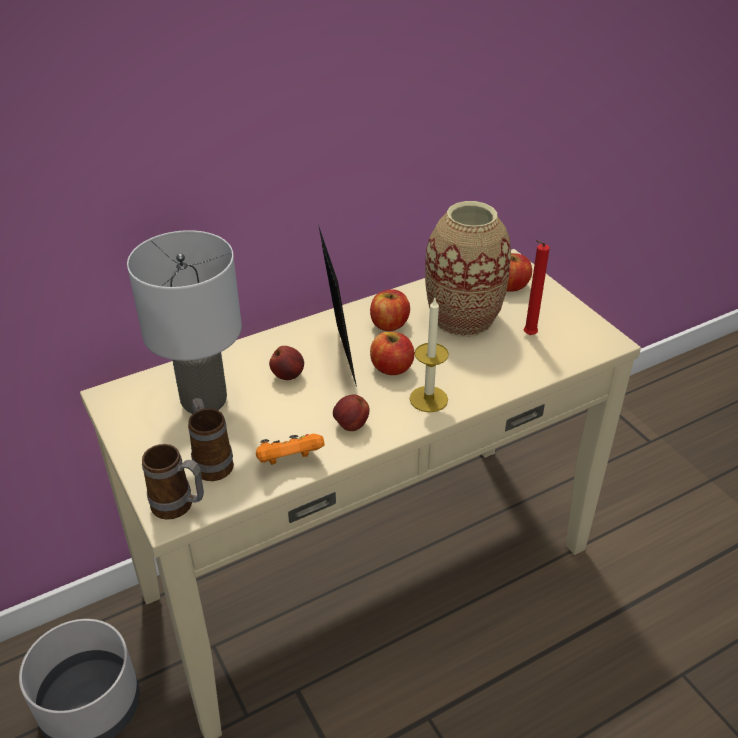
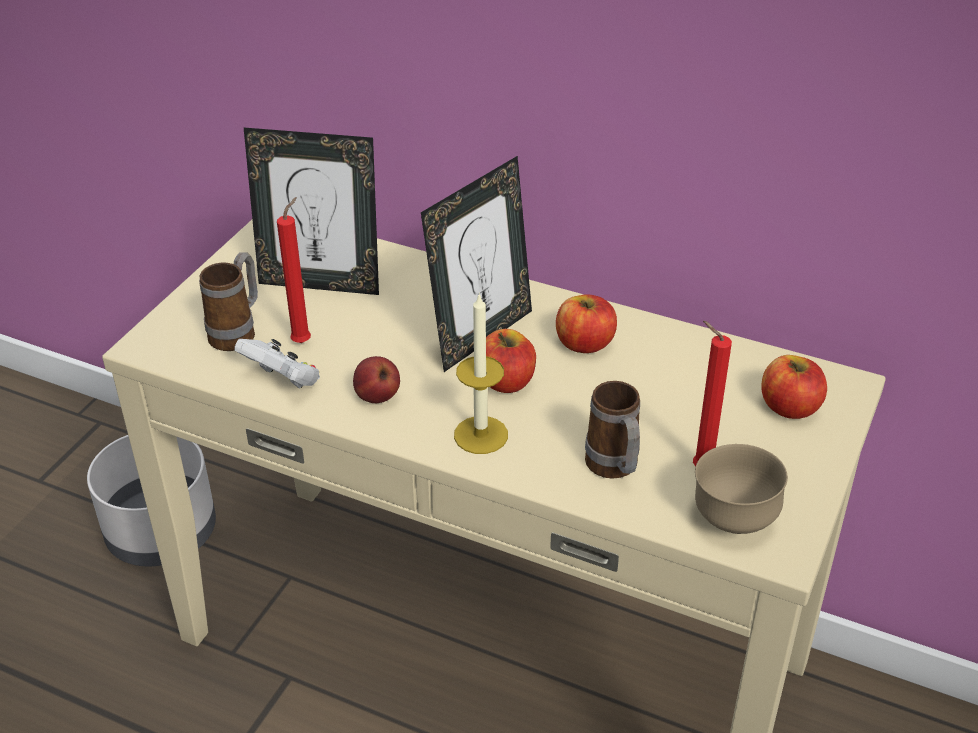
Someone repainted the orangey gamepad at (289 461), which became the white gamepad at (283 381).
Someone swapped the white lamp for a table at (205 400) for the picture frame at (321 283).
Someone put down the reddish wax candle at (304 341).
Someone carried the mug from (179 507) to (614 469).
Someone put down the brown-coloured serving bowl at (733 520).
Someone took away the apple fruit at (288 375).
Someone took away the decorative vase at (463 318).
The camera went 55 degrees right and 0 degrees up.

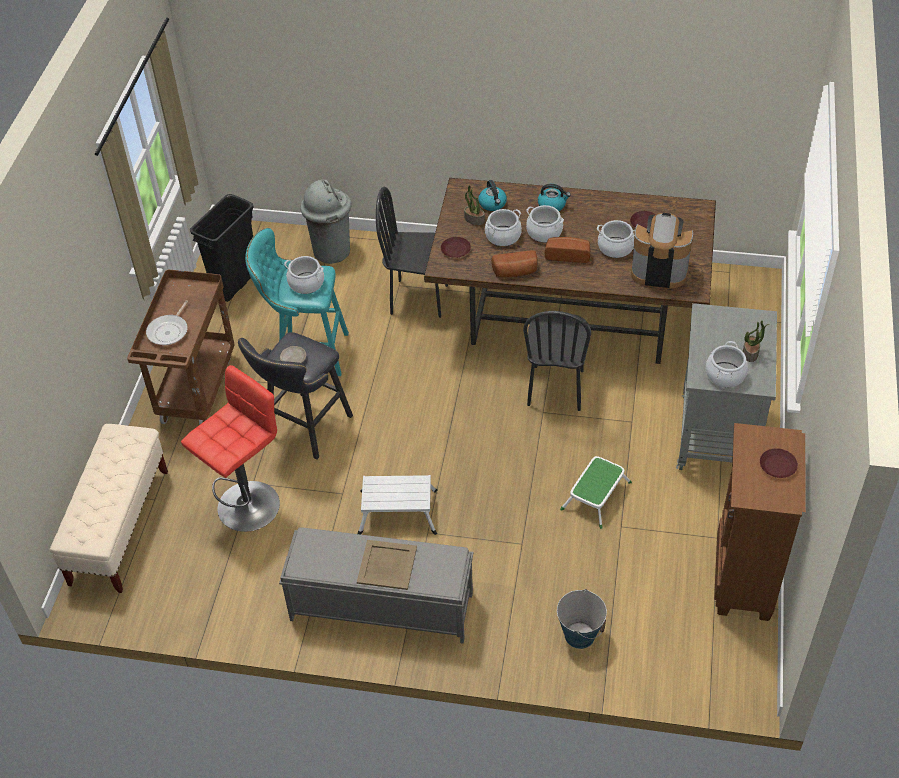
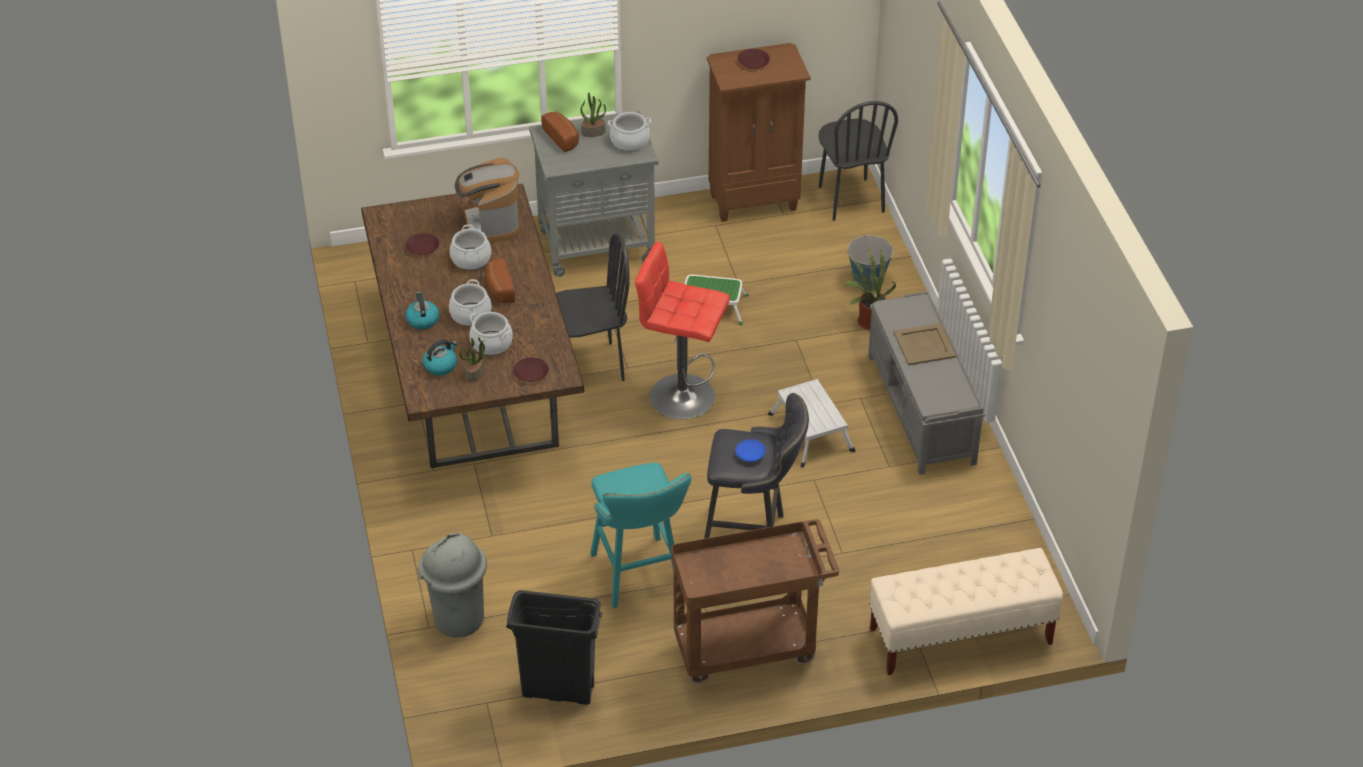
Someone carried the bakery bread from (515 272) to (563 138).
Someone carried the reddish sitting stool from (249 506) to (681 396).
Someone repainted the sand-coloured plate at (293 359), which became the bluish plate at (750 454).
Someone carried the blackish upright chair from (419 299) to (850 199).
Someone put down the potted plant at (868 322).
Someone took away the pan at (169 331).
Someone took away the cooking pot at (306 283).
The camera went 115 degrees left and 5 degrees down.

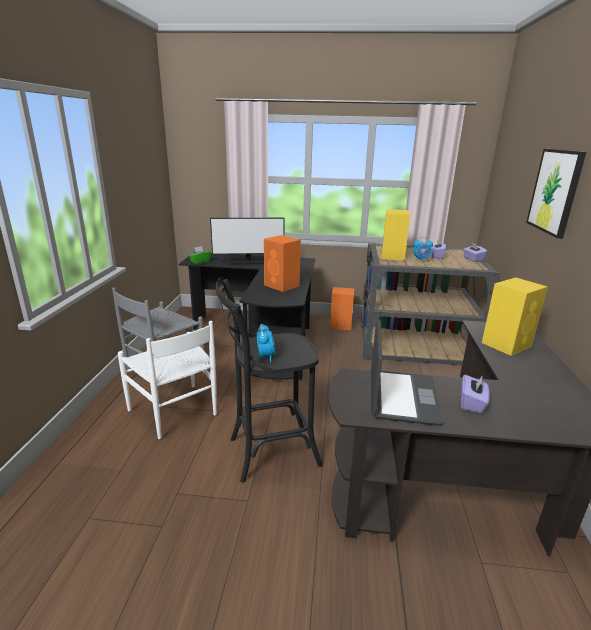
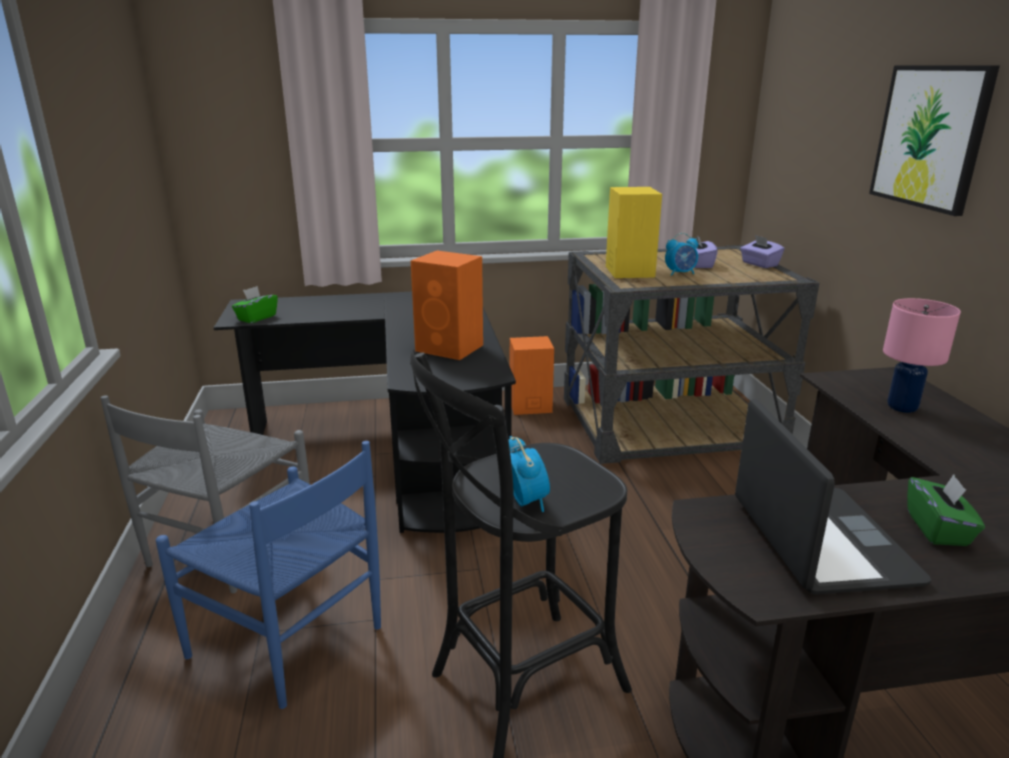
Someone repainted the white upright chair at (175 412), which became the bluish upright chair at (292 639).
Someone swapped the yellow-coloured loudspeaker at (507 344) for the pink lamp for a table at (901 407).
Someone repainted the purplish tissue holder at (472 403), which became the greenish tissue holder at (938 529).
Someone took away the monitor at (248 262).
The camera went 15 degrees left and 0 degrees up.

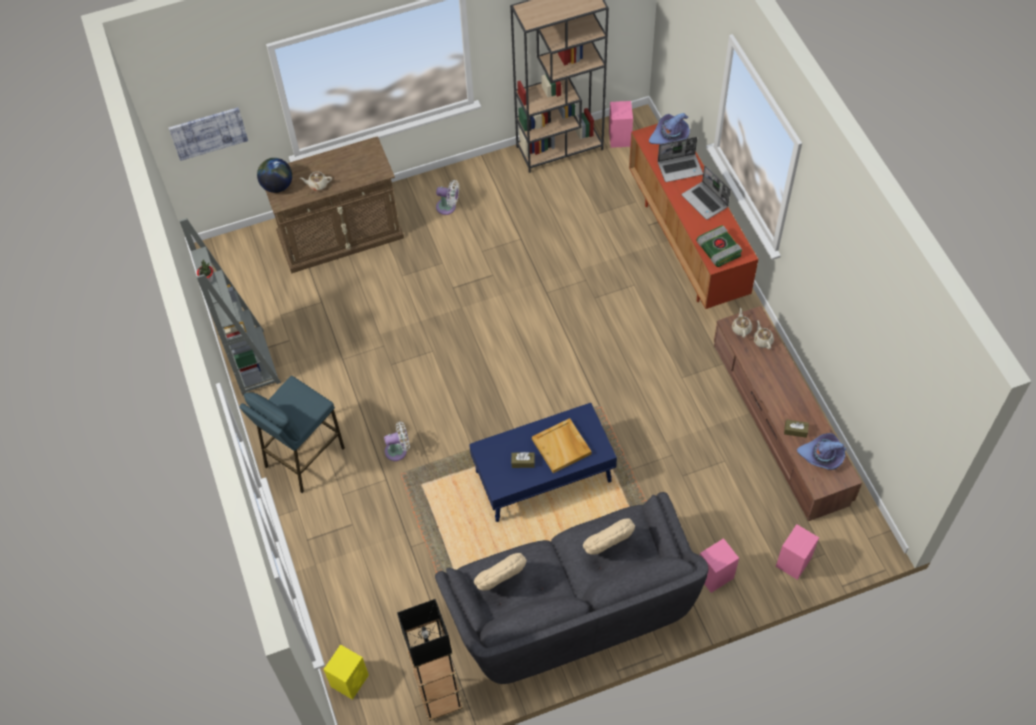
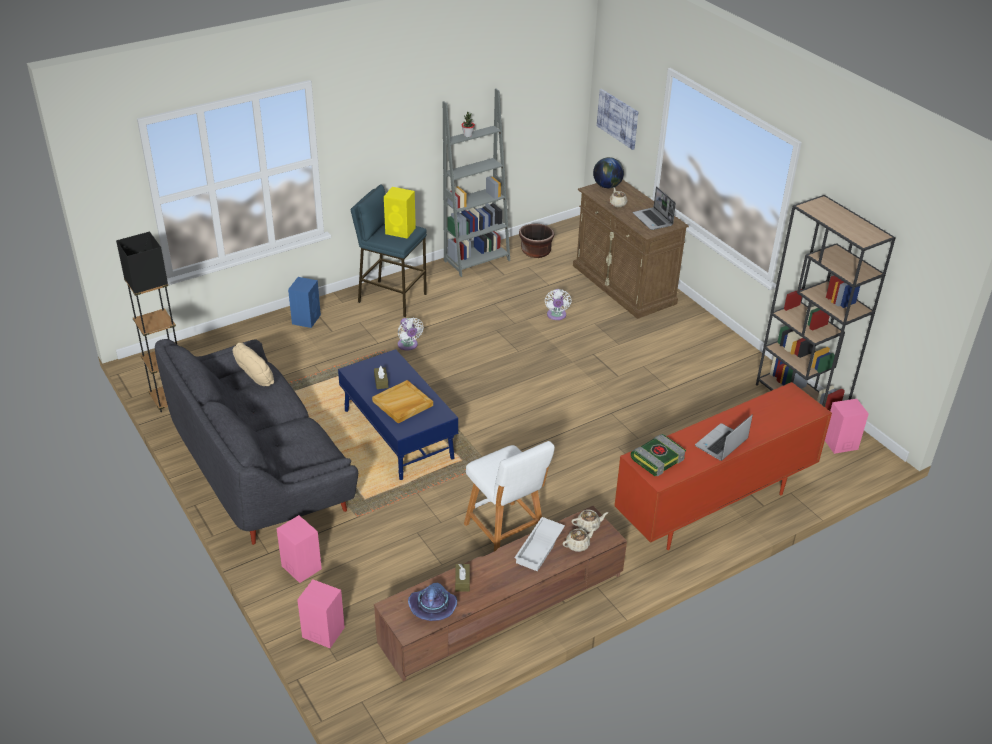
Someone put down the bluish loudspeaker at (306 319).
Someone carried the yellow-coloured loudspeaker from (350 680) to (401 231).
Someone put down the white sitting stool at (506 533).
Someone put down the white tray at (540 548).
Someone put down the brown-coloured flower pot at (535 252).
Someone carried the white cooling fan from (448 207) to (556 316).
Someone carried the laptop from (680 168) to (653 220).
Someone took away the sand-coloured cushion at (608 547).
Someone took away the purplish hat at (670 136).
The camera went 75 degrees right and 20 degrees down.

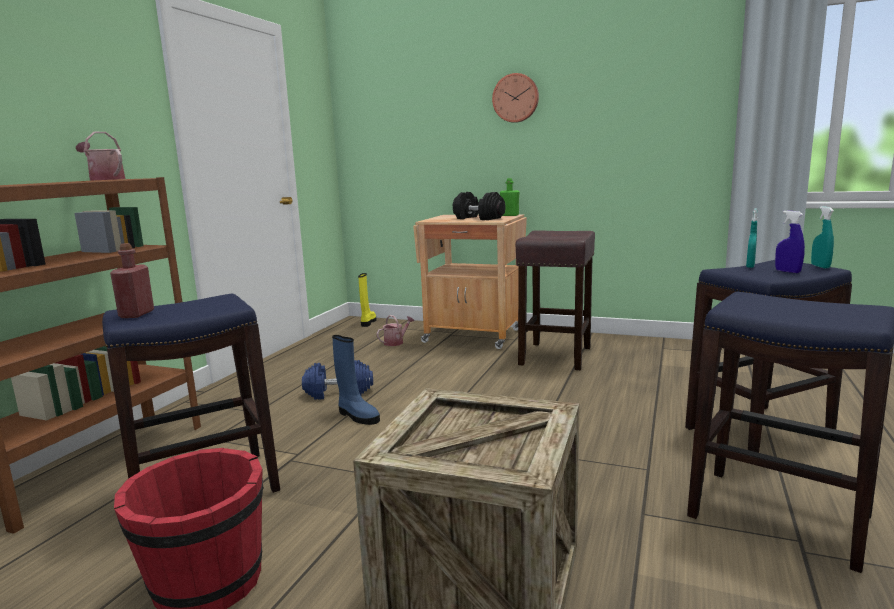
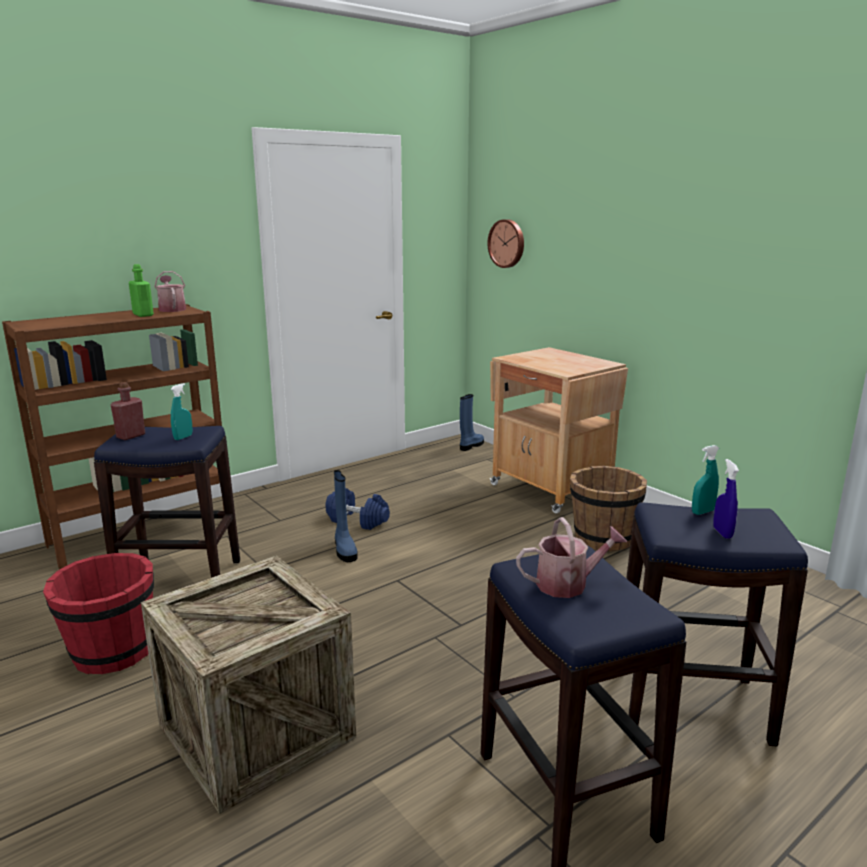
Someone carried the greenish bottle from (509 215) to (143 315).
Someone carried the blue-green sprayer from (820 266) to (183 437).
Someone repainted the yellow-coloured tall boot at (368 322), which became the bluish tall boot at (471 446).
Someone carried the hanging clock from (516 98) to (507 243).
Someone carried the sprinkling can from (396 342) to (568 584).
Someone swapped the brown-coloured sitting stool at (555 355) for the brown-coloured pail at (603 538).
Someone took away the blackish dumbbell at (478 218).
The camera went 30 degrees right and 5 degrees up.

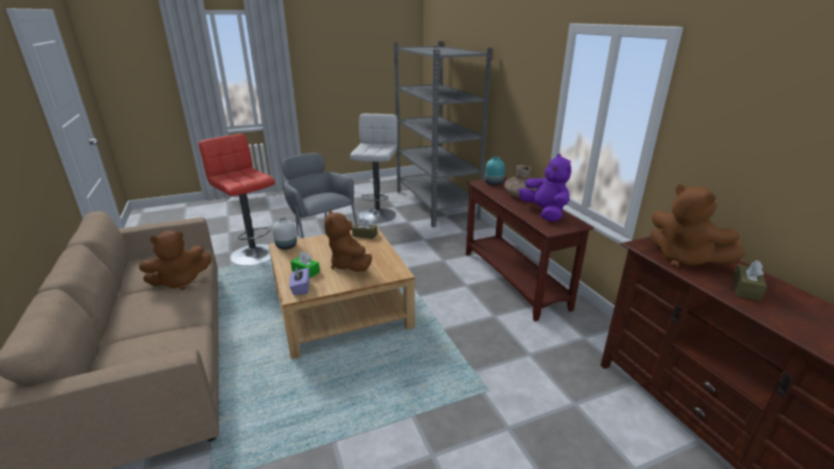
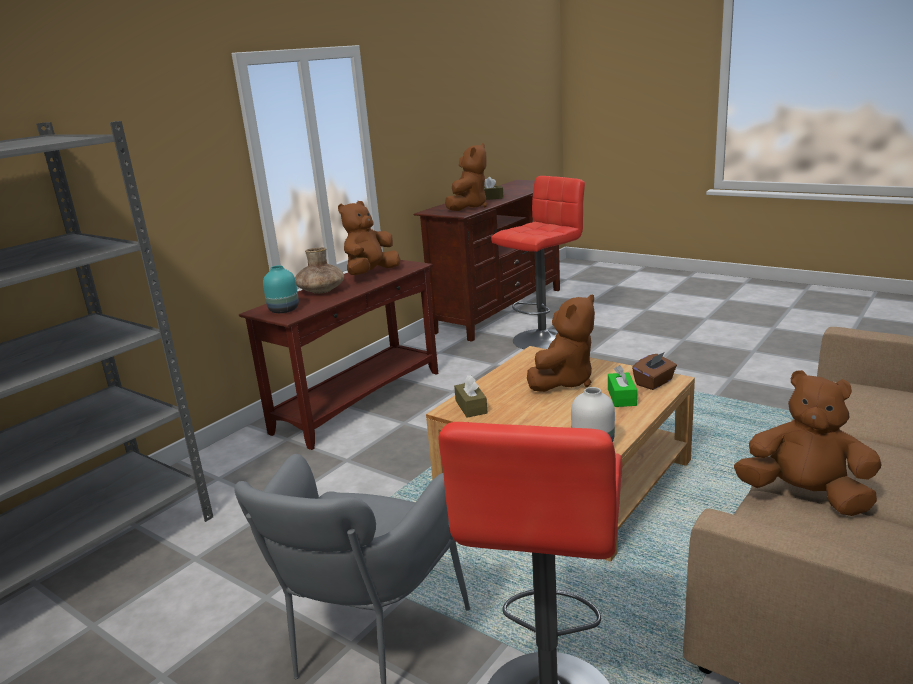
Someone repainted the purplish plush toy at (544 213), which became the brown-coloured plush toy at (371 274).
Someone put down the reddish sitting stool at (543 340).
Someone repainted the purplish tissue holder at (300 288), which became the brown-coloured tissue holder at (654 382).
Someone took away the white sitting stool at (378 215).
The camera went 120 degrees left and 5 degrees down.

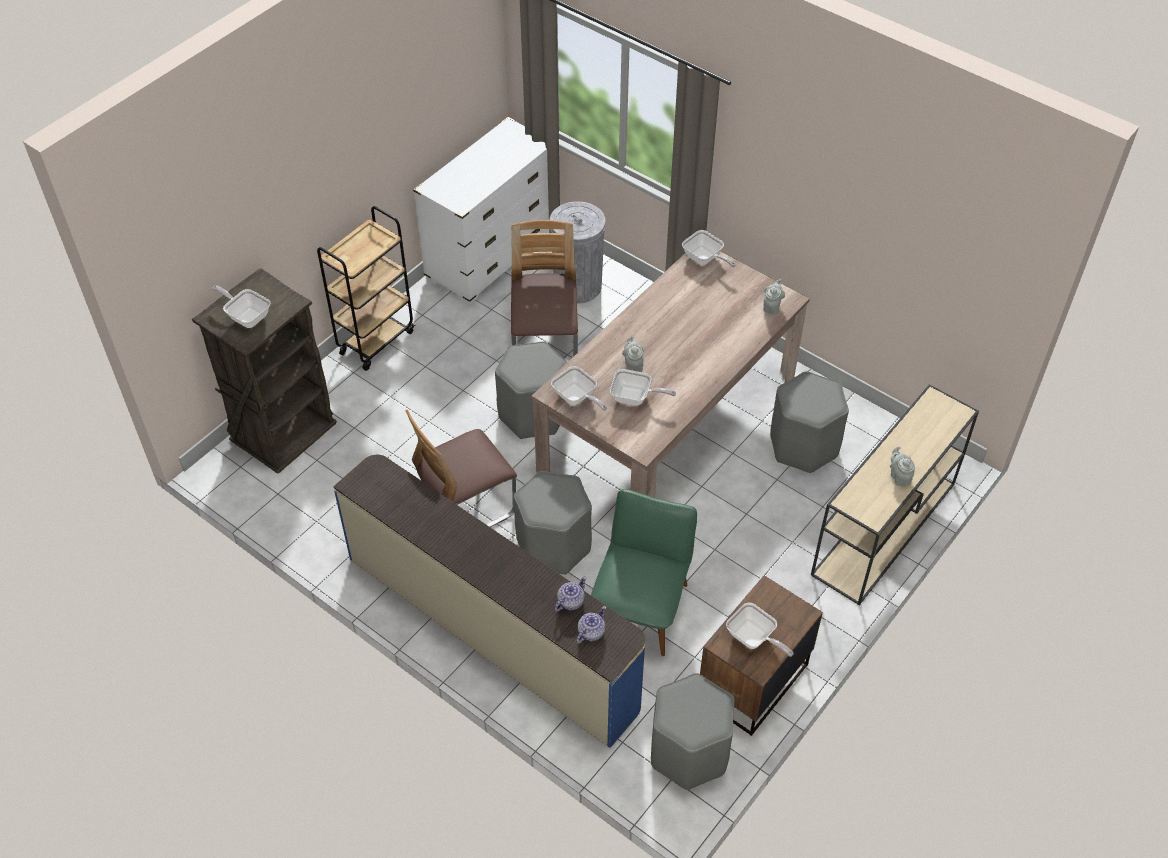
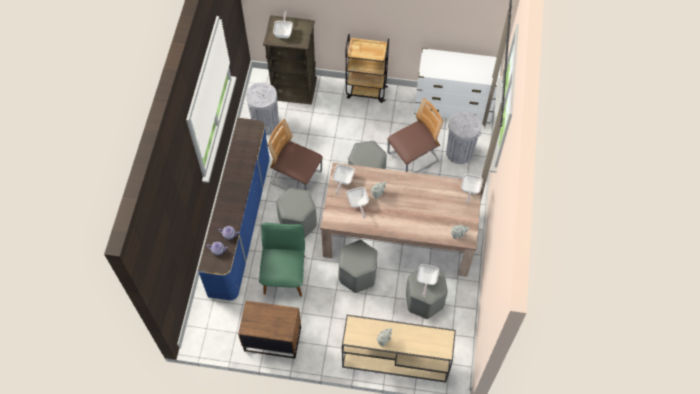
Someone put down the grey trash can at (265 124).
Someone rotated the greenish upright chair at (640 609) by 75 degrees counterclockwise.
Someone carried the grey sitting stool from (689 752) to (357 275).
Someone carried the pan from (753 638) to (426 280).
The camera went 60 degrees right and 10 degrees up.

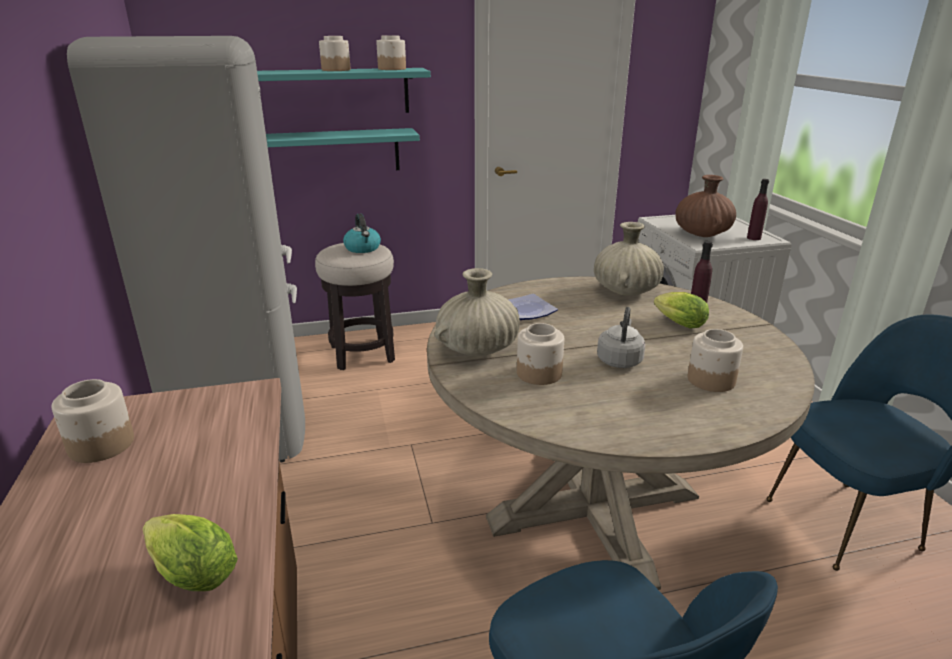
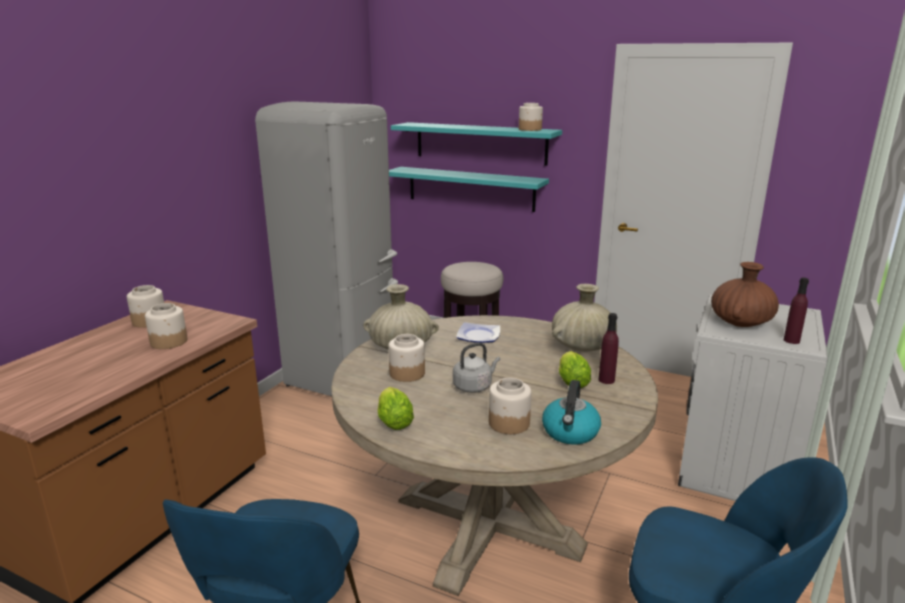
Someone carried the jar from (336 70) to (169 342).
Someone carried the head of lettuce from (189 572) to (393 420).
Someone carried the kettle from (363 248) to (570 432).
The camera went 40 degrees right and 5 degrees down.

